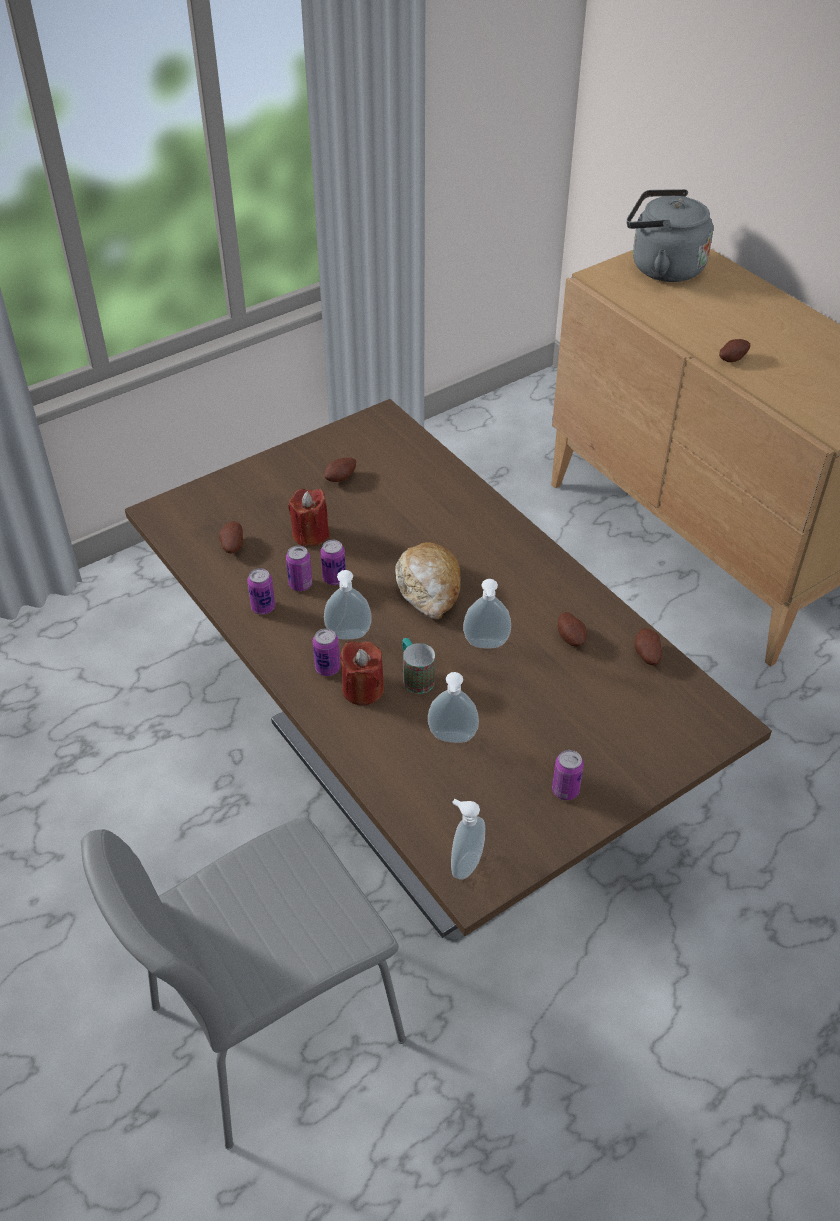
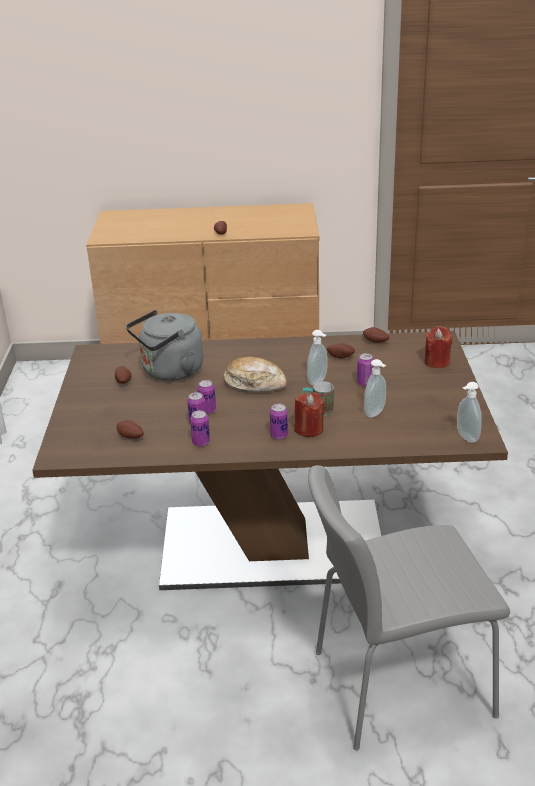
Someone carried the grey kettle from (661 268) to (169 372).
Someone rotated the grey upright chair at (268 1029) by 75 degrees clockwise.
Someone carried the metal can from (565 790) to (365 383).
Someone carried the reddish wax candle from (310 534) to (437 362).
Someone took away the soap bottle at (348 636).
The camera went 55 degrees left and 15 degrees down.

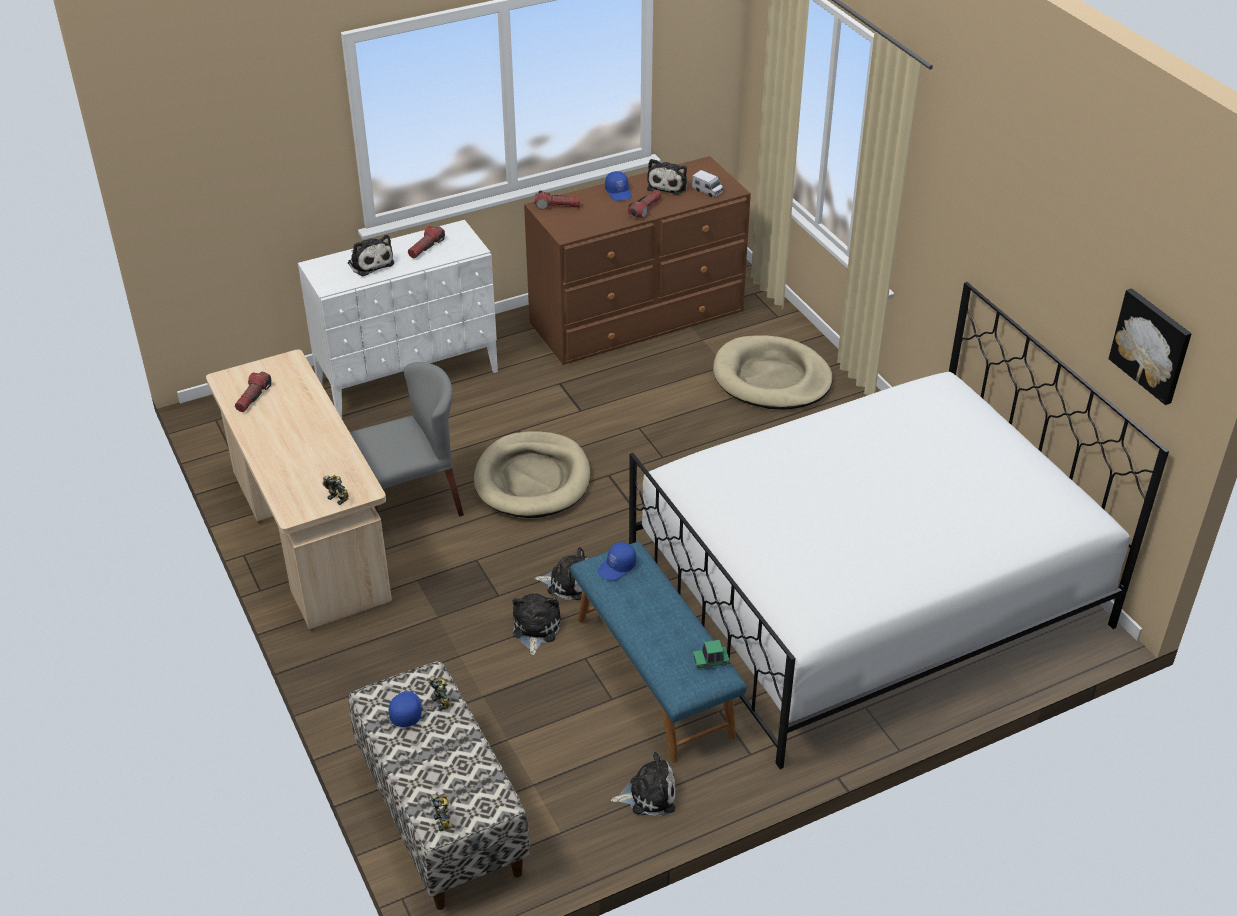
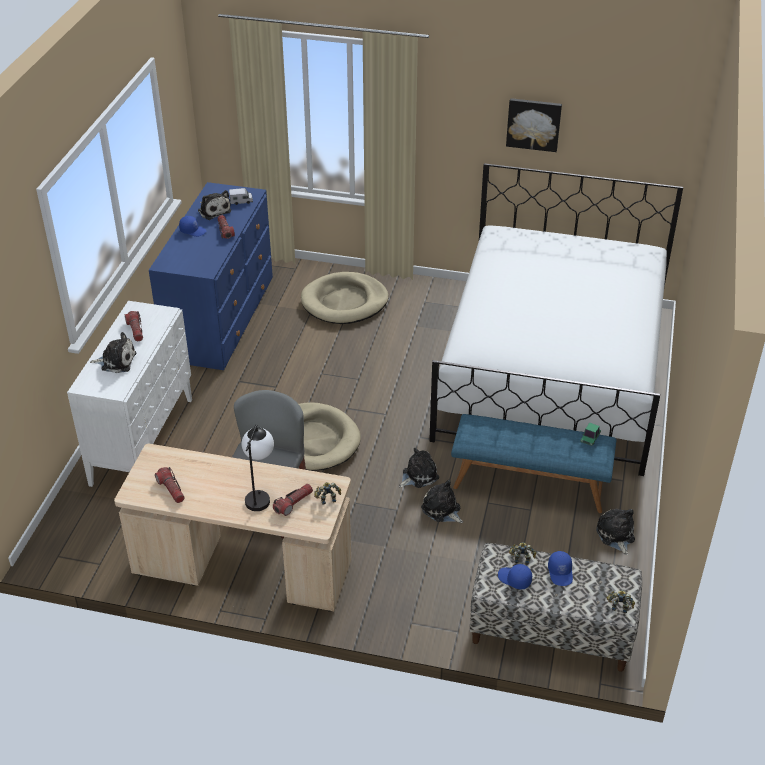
Someone repainted the brown-coloured chest of drawers at (638 316), which became the bluish chest of drawers at (220 316).
Someone put down the lamp for a table at (260 494).
Someone carried the hand torch from (557 206) to (293 503).
Someone carried the wall art from (1152 345) to (533 124).
Someone carried the bluish peaked cap from (617 567) to (561 573).
Someone rotated the plush toy at (648 795) by 45 degrees counterclockwise.
The camera went 50 degrees left and 0 degrees up.

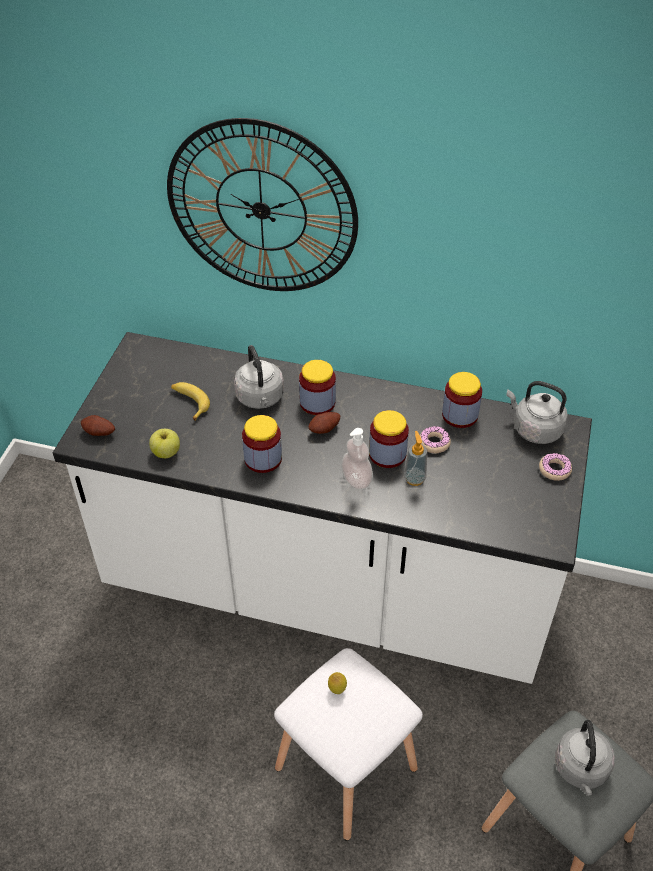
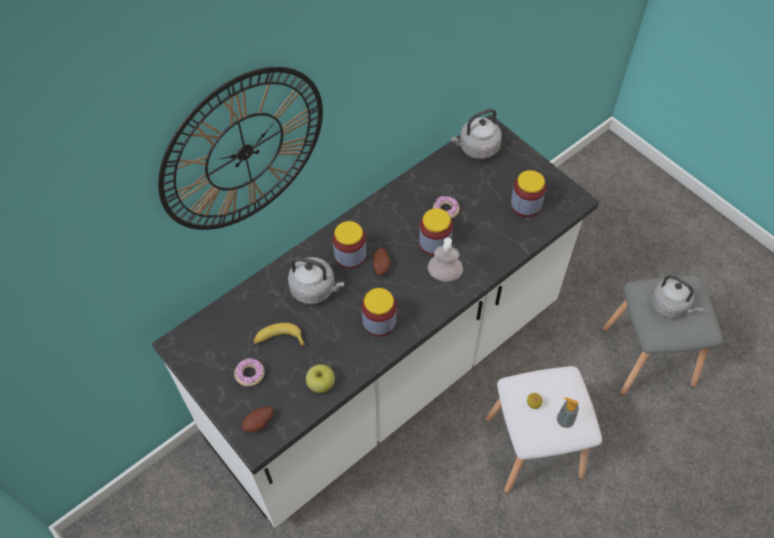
Someone carried the donut from (554 470) to (250 374).
Someone carried the jar from (460 415) to (525 205).
Someone carried the soap bottle from (414 478) to (565 420).
The camera went 55 degrees left and 10 degrees up.

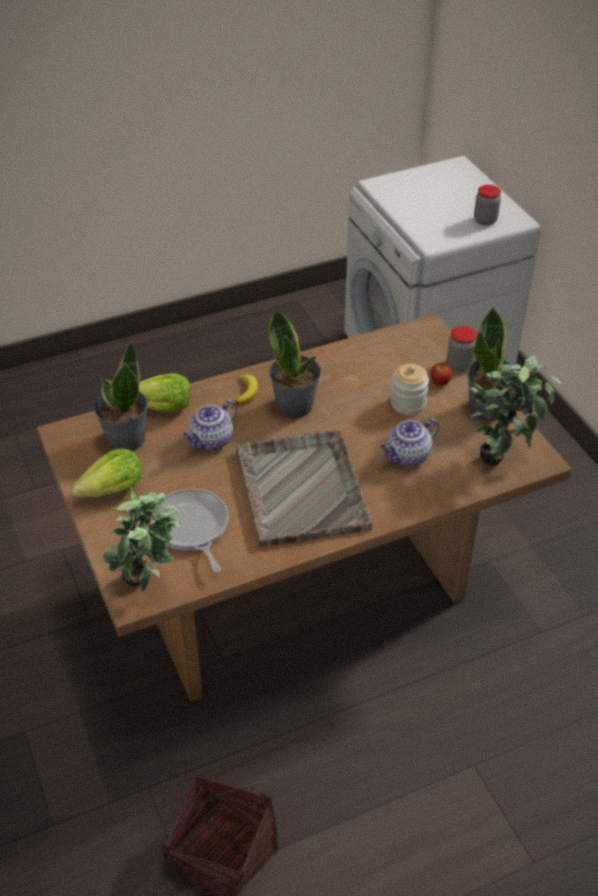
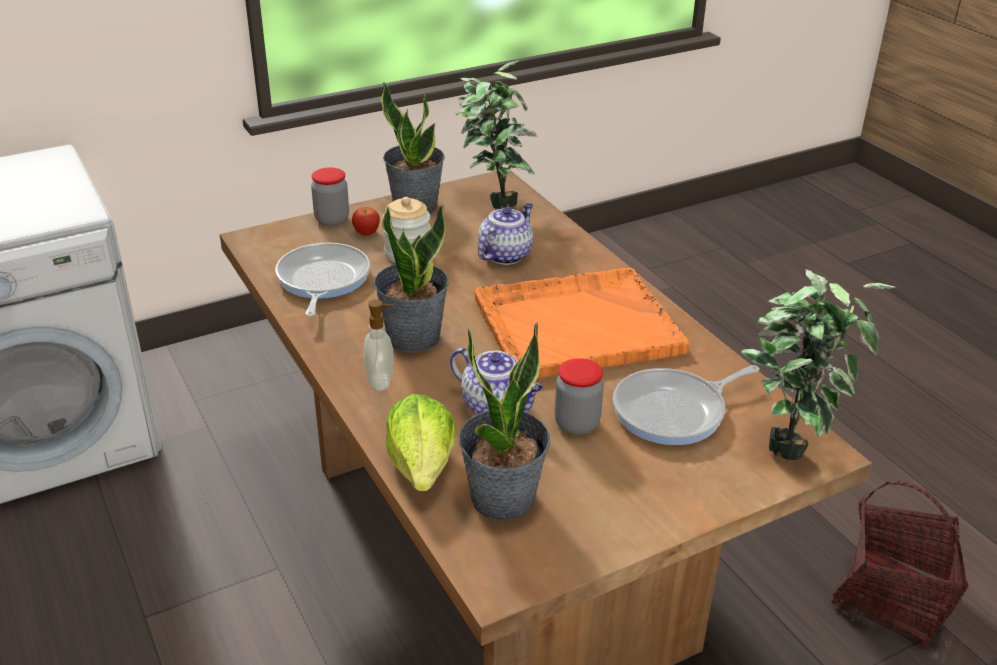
Someone put down the pan at (322 280).
Someone swapped the banana at (246 391) for the soap bottle at (381 381).
Someone repainted the grey tray at (301 488), which became the orangey tray at (575 326).
Someone rotated the pot for tea at (407 457) by 105 degrees counterclockwise.
Someone carried the jar from (485 220) to (577 423).
Someone took away the head of lettuce at (113 490).
The camera went 95 degrees left and 10 degrees down.

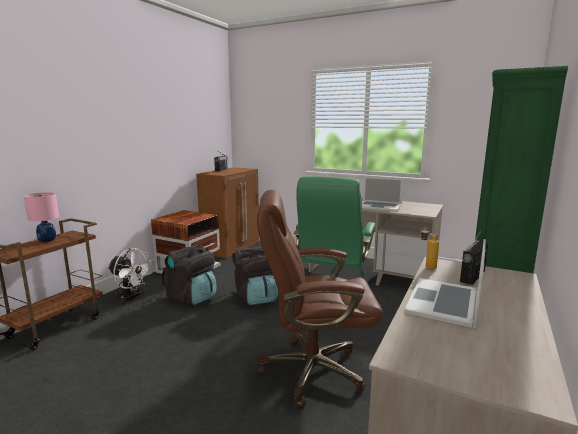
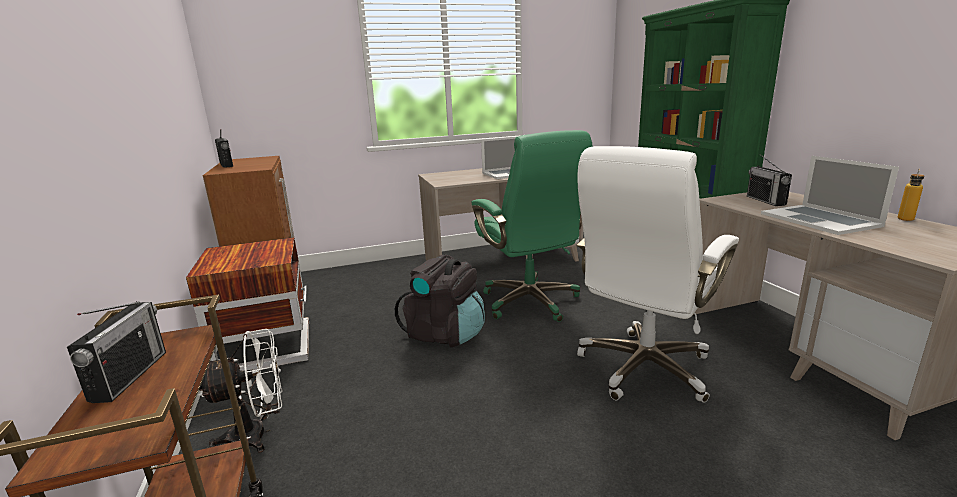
Someone swapped the pink lamp for a table at (47 240) for the radio at (130 376).
Someone repainted the brown-coloured computer chair at (314 370), which became the white computer chair at (645 365).
Someone carried the bottle from (426 268) to (905 220).
Someone took away the blackish rucksack at (192 297).
The camera went 45 degrees left and 5 degrees up.

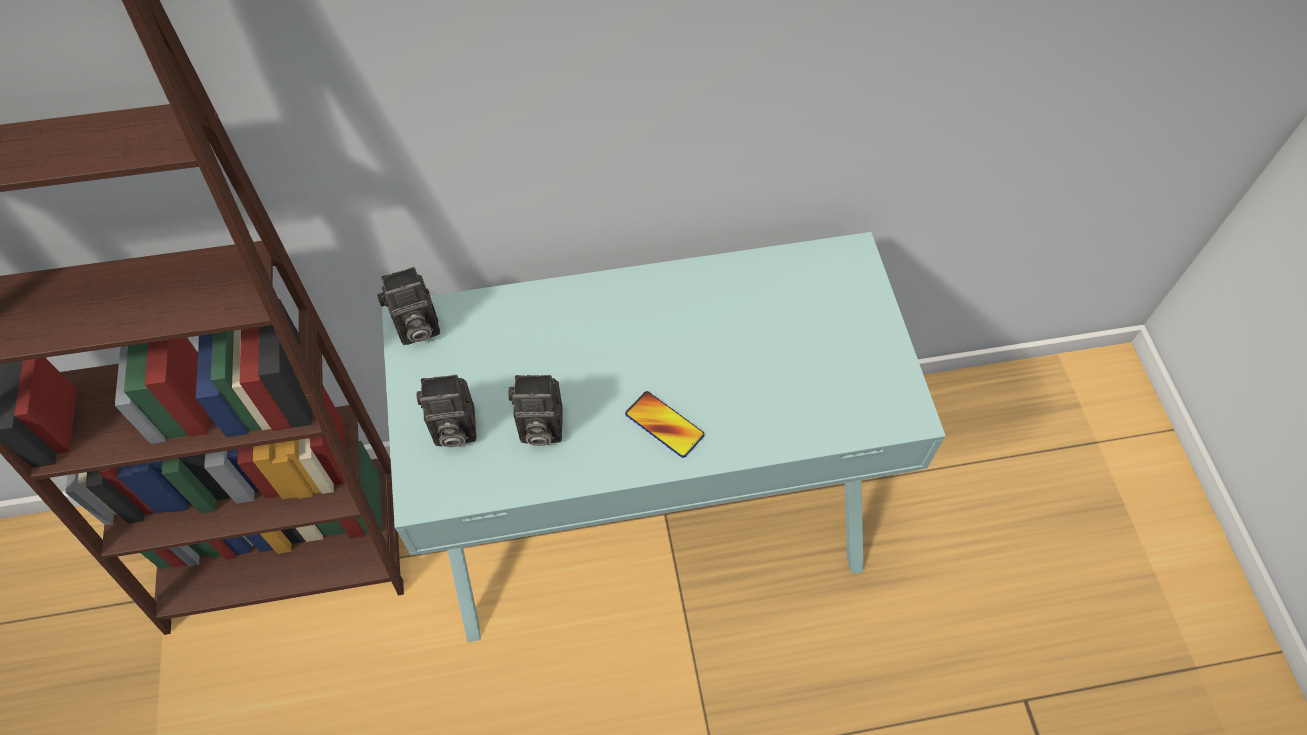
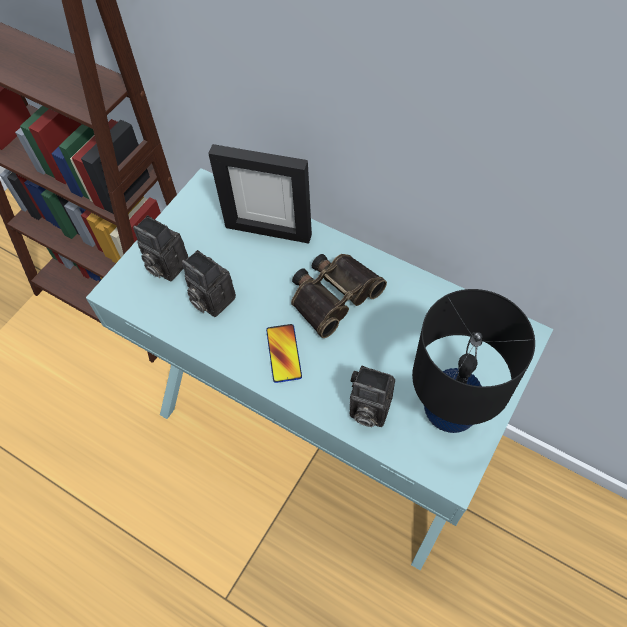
Someone put down the picture frame at (269 229).
Someone put down the binoculars at (333 294).
Someone carried the photo camera from (415 328) to (367 409).
Someone put down the blackish lamp for a table at (451 413).
The camera went 45 degrees right and 0 degrees up.

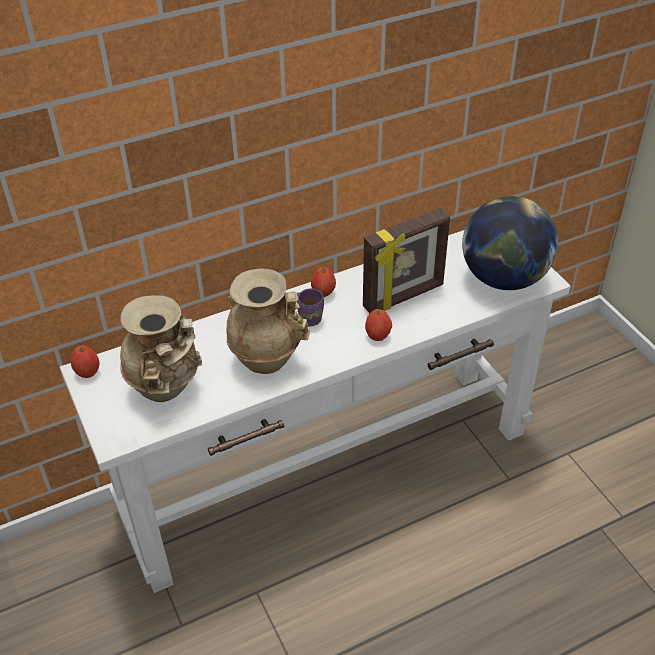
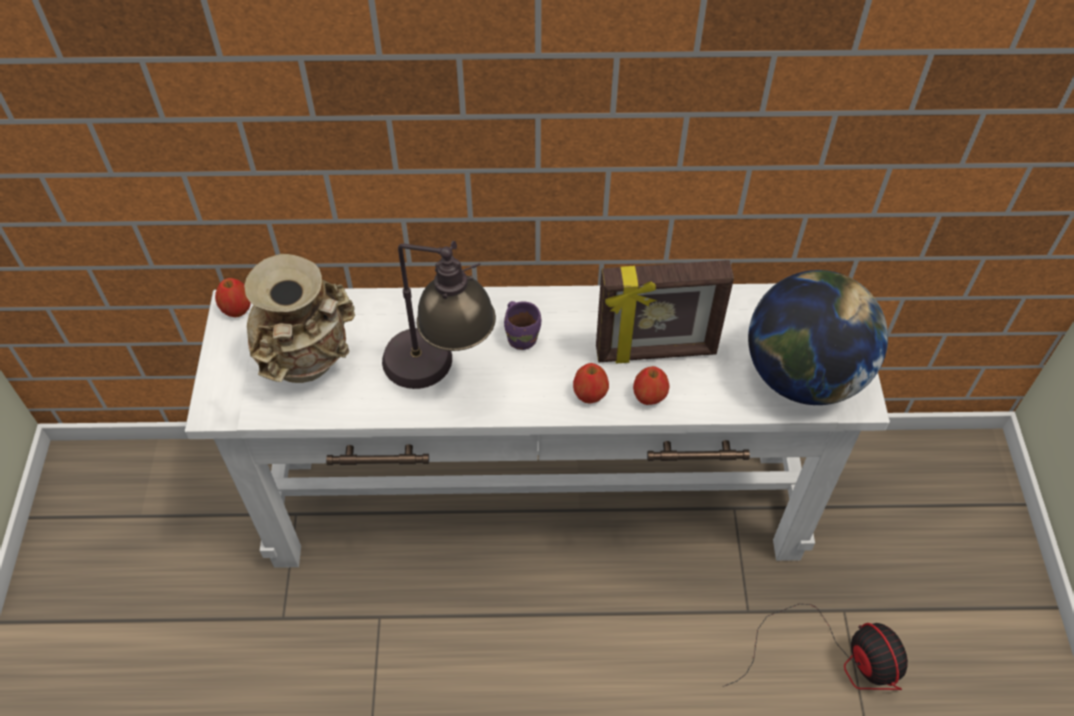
Someone swapped the sand-coloured decorative vase at (266 358) for the lamp for a table at (440 372).
Someone carried the apple fruit from (323 293) to (649 397).
Someone put down the cooling fan at (835 658).
The camera went 25 degrees right and 10 degrees up.

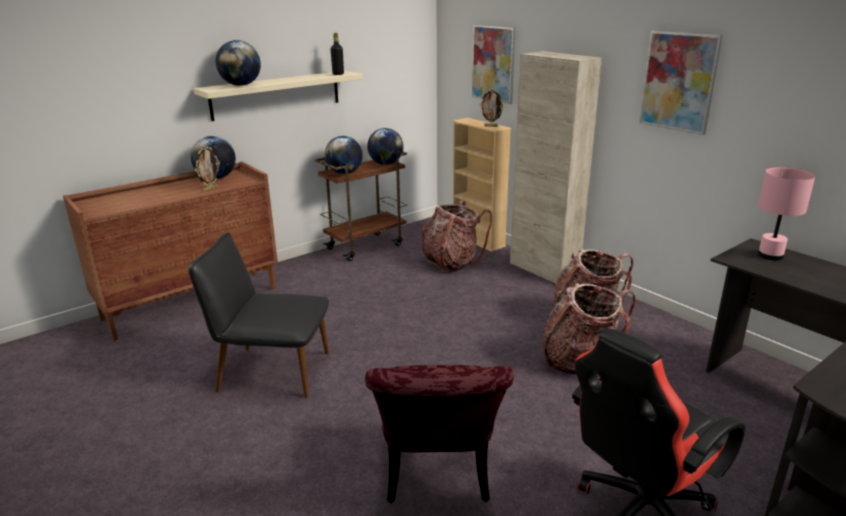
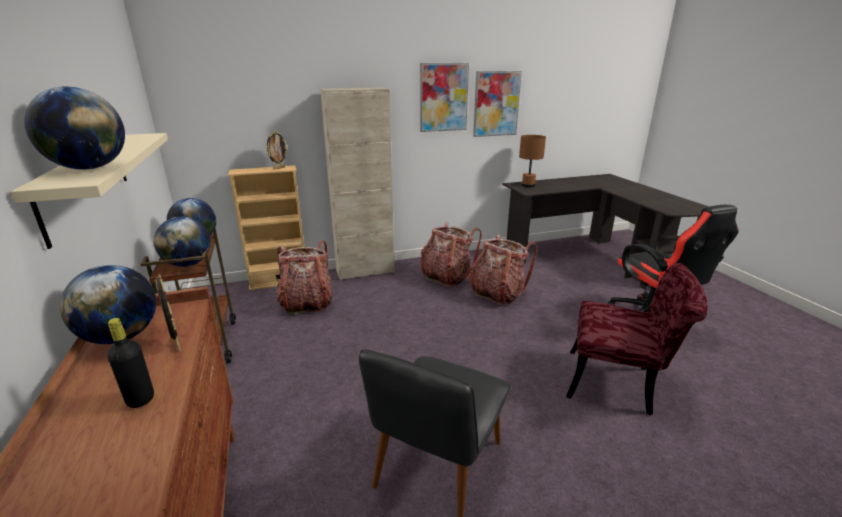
Someone carried the blackish bottle from (338 74) to (140 399).
Someone carried the wall art from (493 64) to (496 104).
Someone repainted the pink lamp for a table at (770 255), which became the brown-coloured lamp for a table at (528 185).
The camera went 70 degrees left and 0 degrees up.

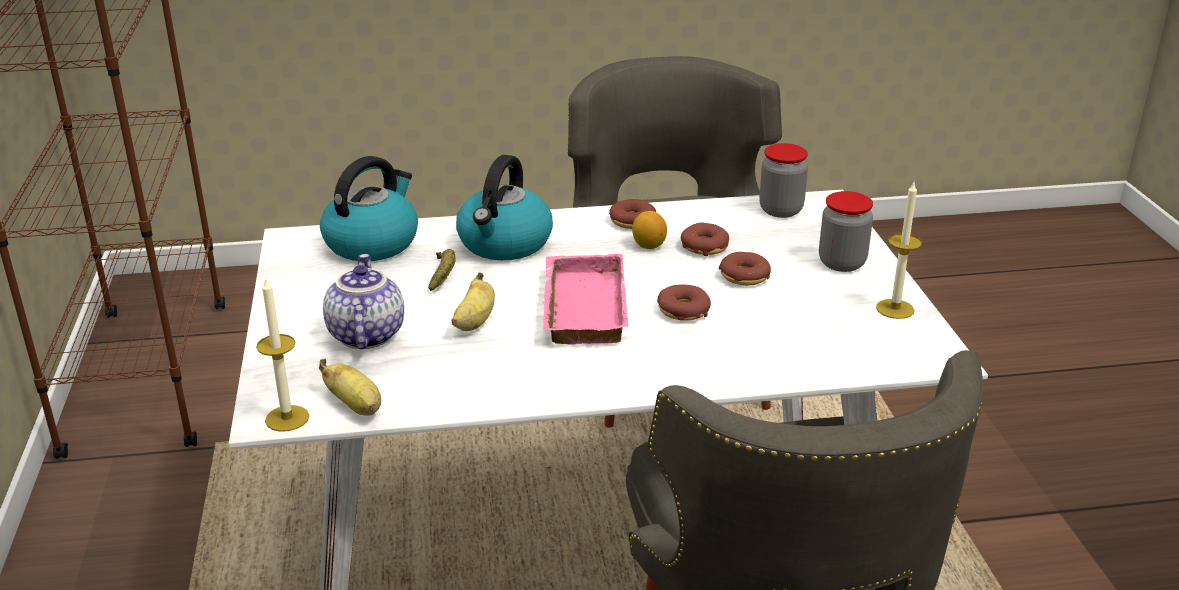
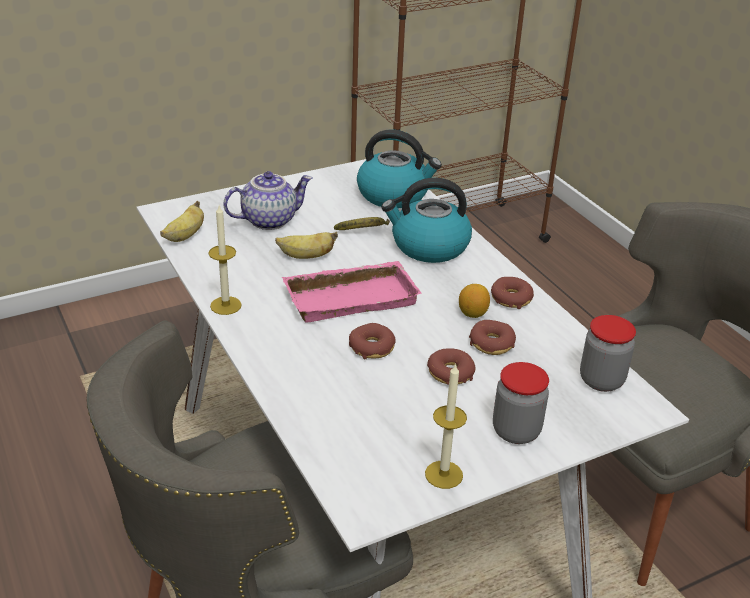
Someone carried the wax candle from (287 418) to (226 305).
The camera went 70 degrees right and 5 degrees up.

